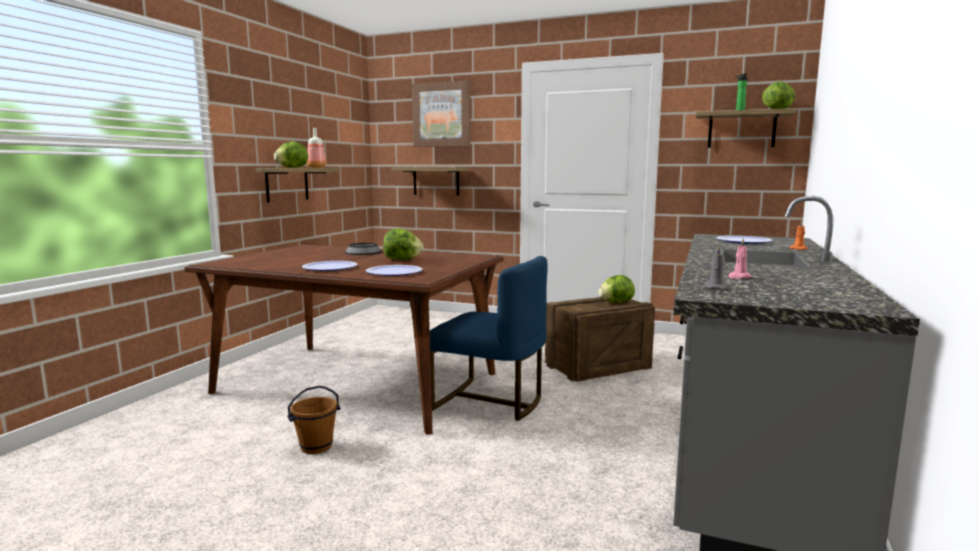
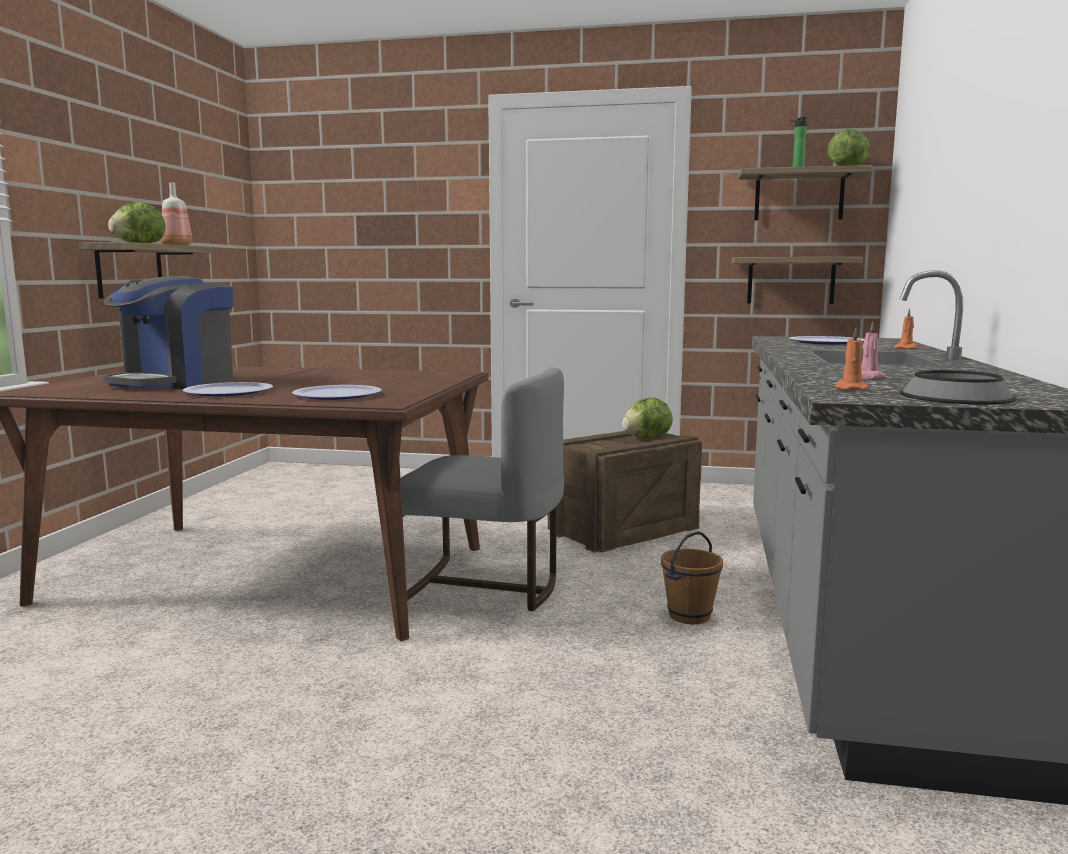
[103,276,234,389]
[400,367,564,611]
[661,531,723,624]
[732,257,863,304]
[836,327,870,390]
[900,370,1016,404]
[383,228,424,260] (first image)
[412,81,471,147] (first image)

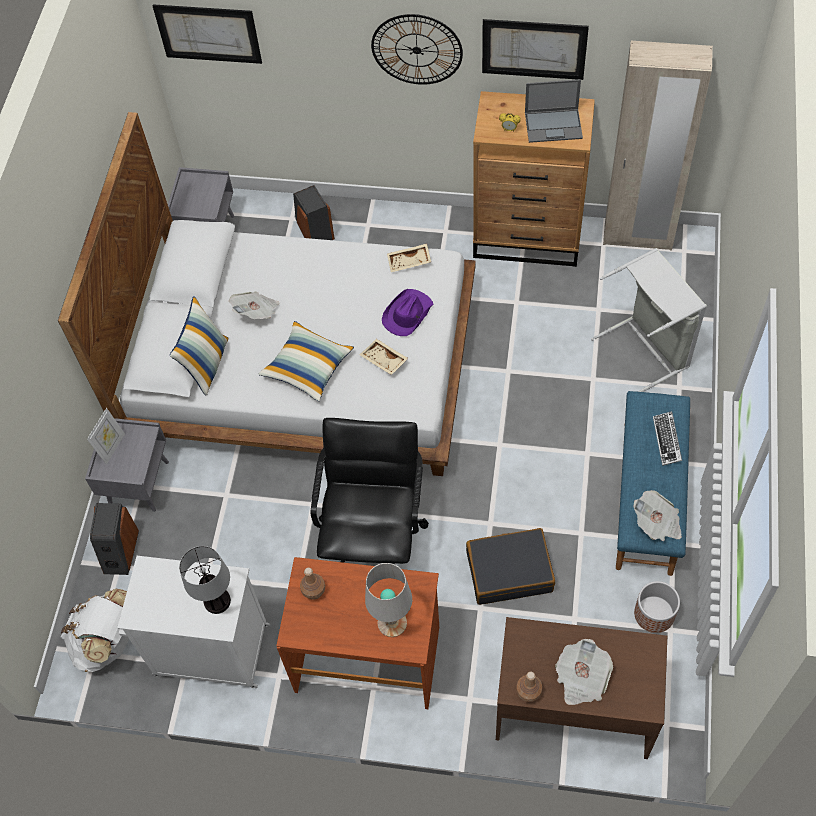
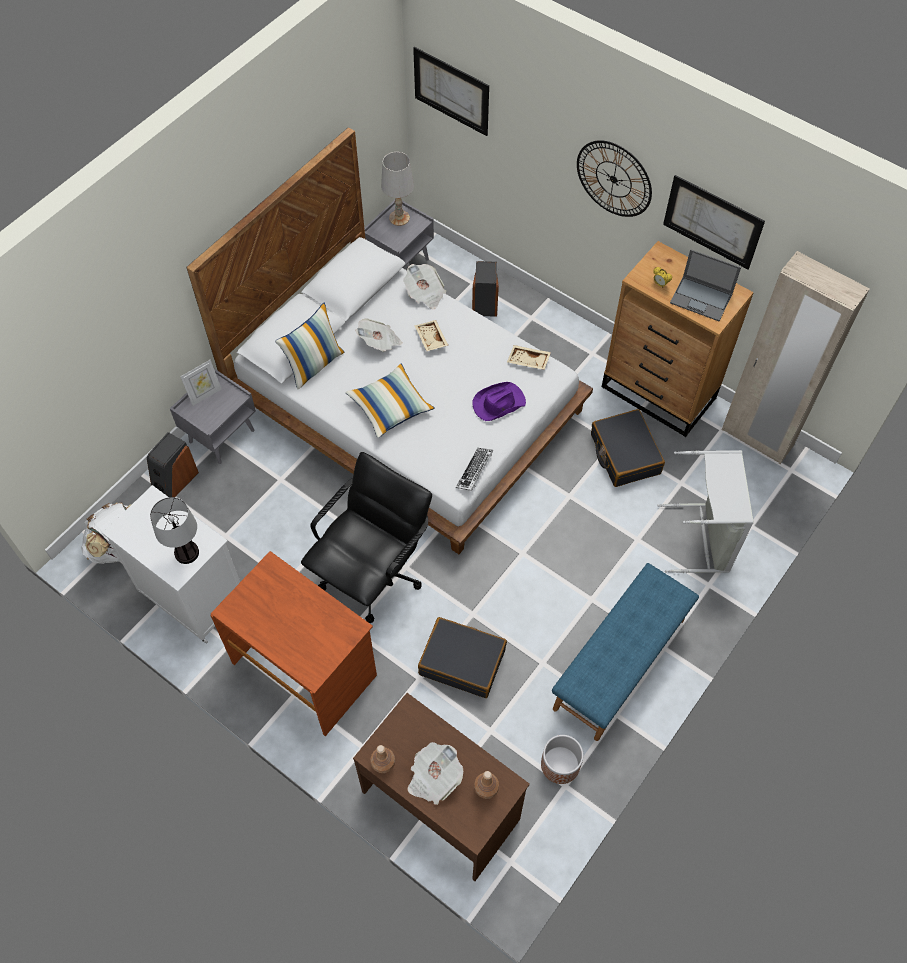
[381,152,414,226]
[403,264,446,309]
[414,320,448,351]
[456,447,493,491]
[474,771,499,799]
[591,409,665,487]

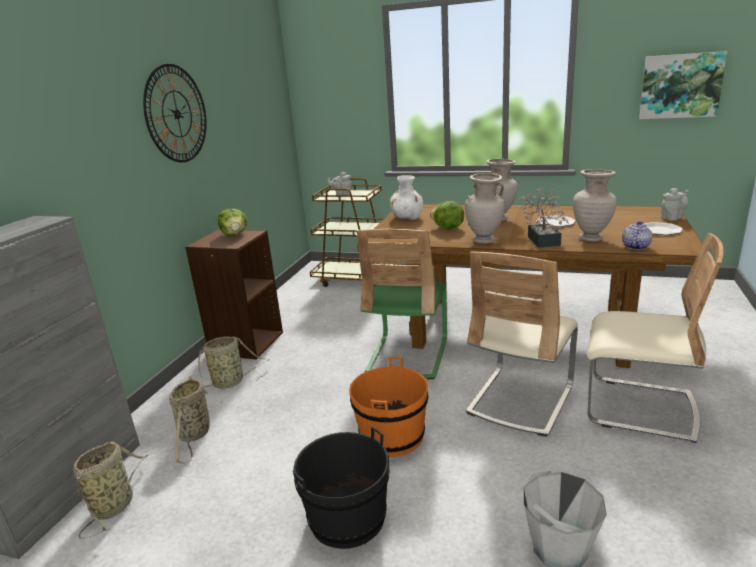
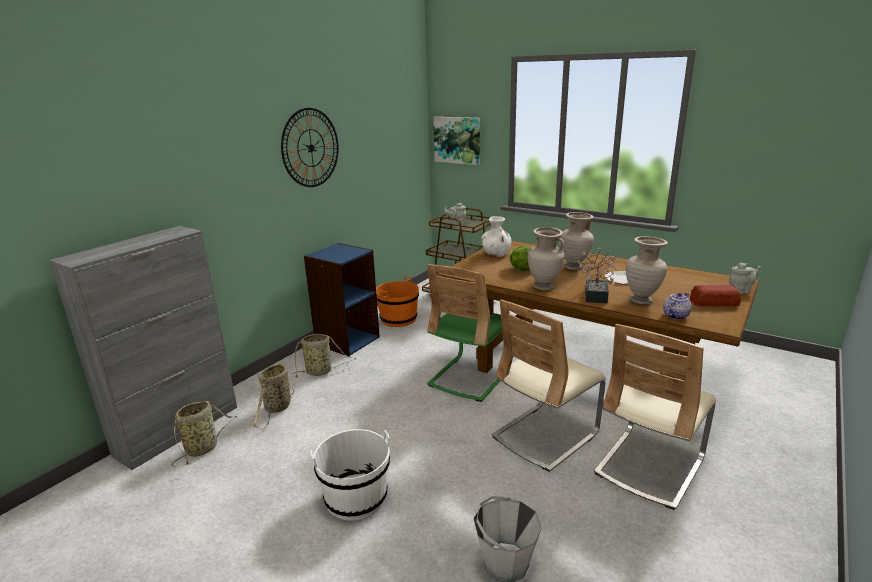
[304,243,380,356]
[310,429,390,521]
[376,276,419,327]
[433,117,480,165]
[594,324,716,510]
[690,285,741,306]
[218,209,247,236] (first image)

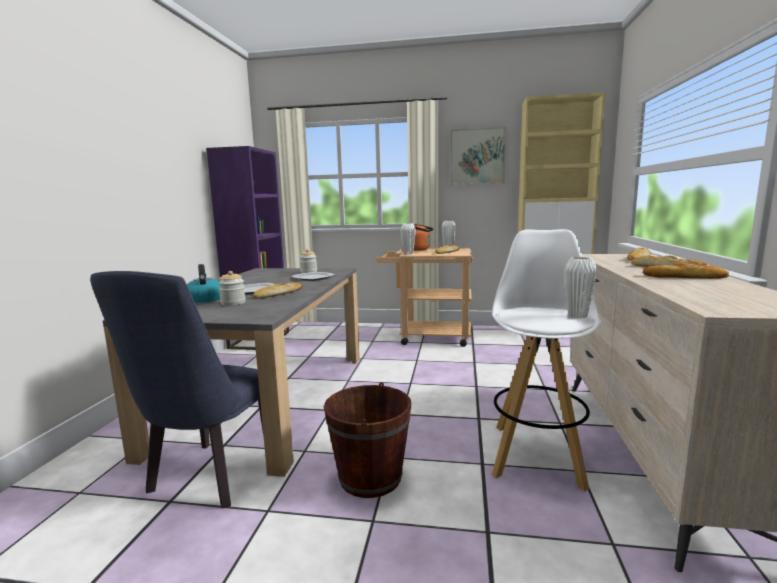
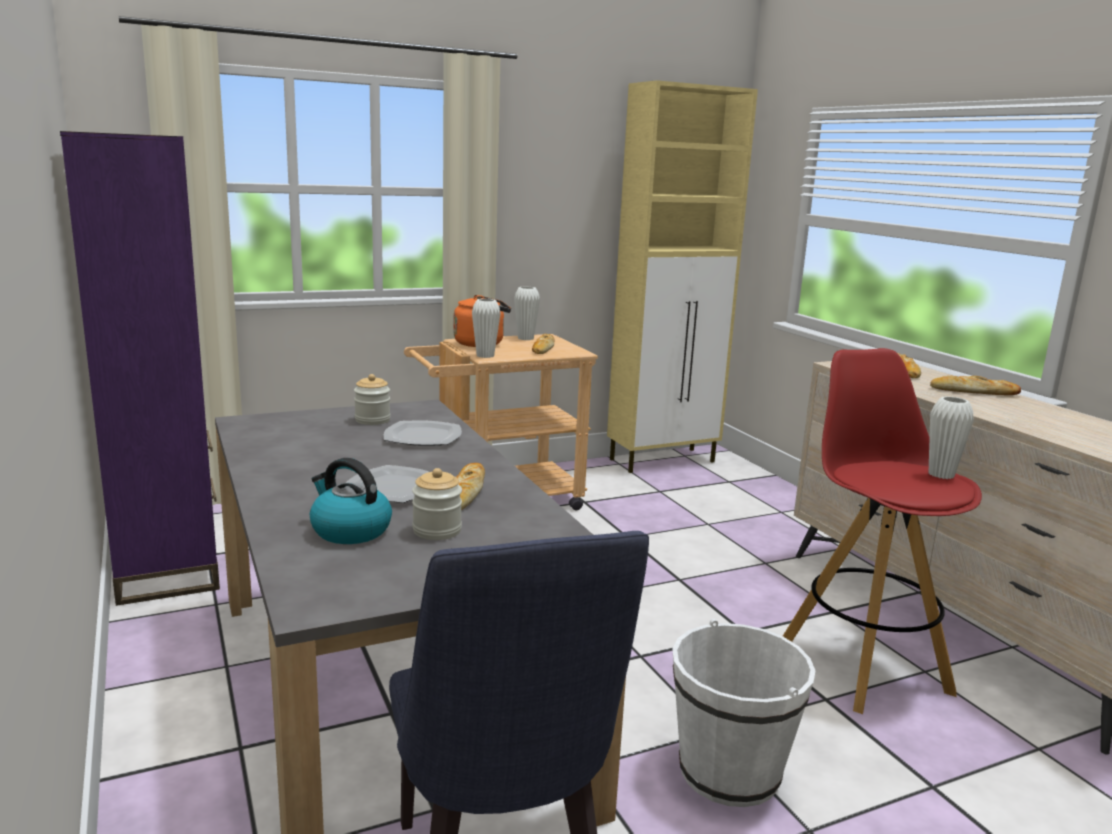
[672,619,815,807]
[783,348,982,714]
[450,127,506,185] (first image)
[643,263,729,279] (first image)

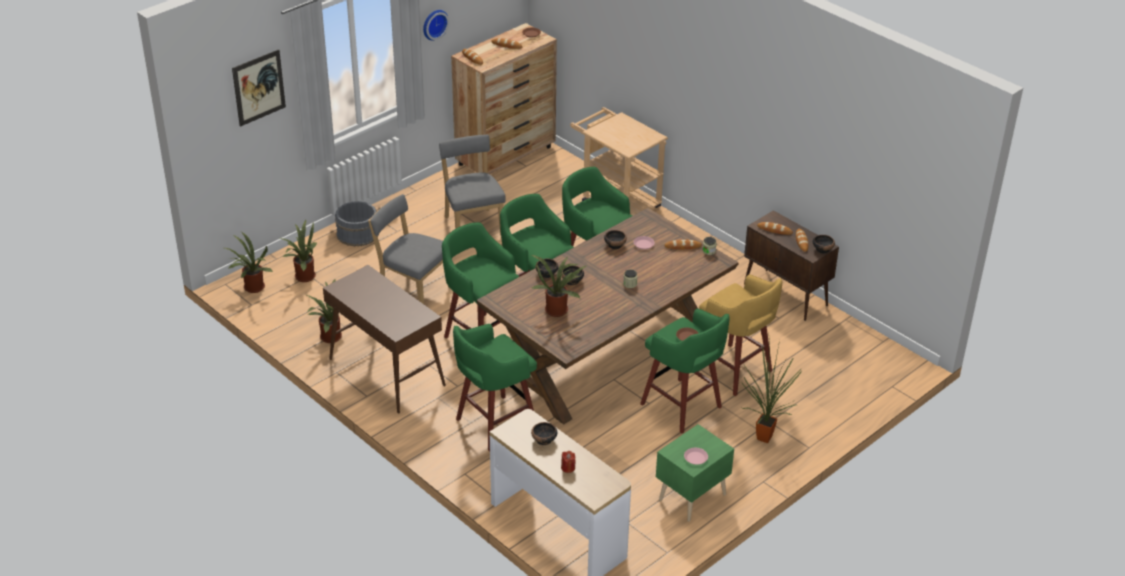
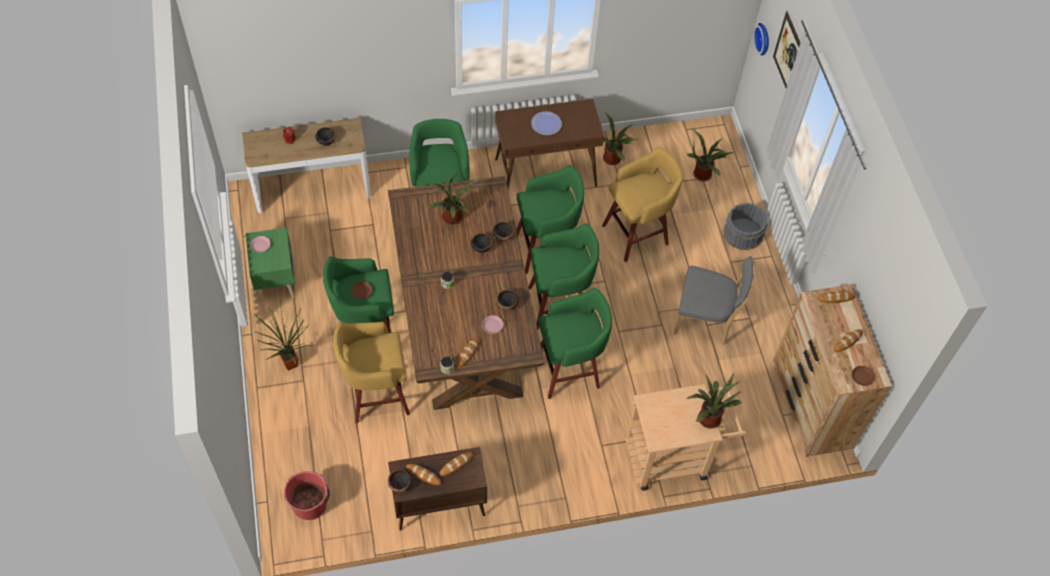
[284,471,330,520]
[531,111,562,135]
[602,147,683,262]
[686,373,742,429]
[753,23,769,56]

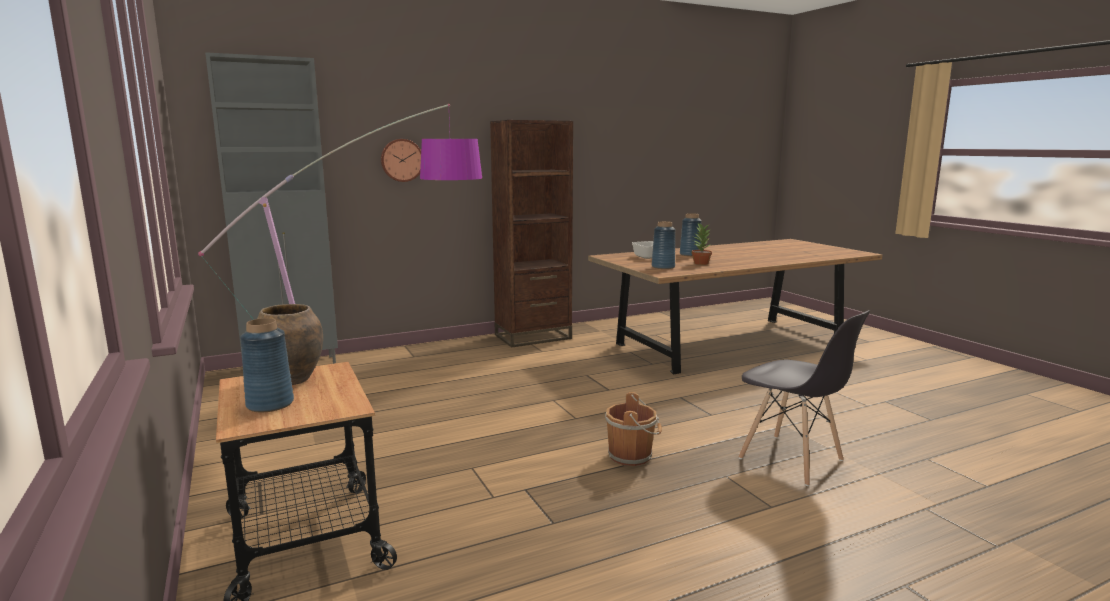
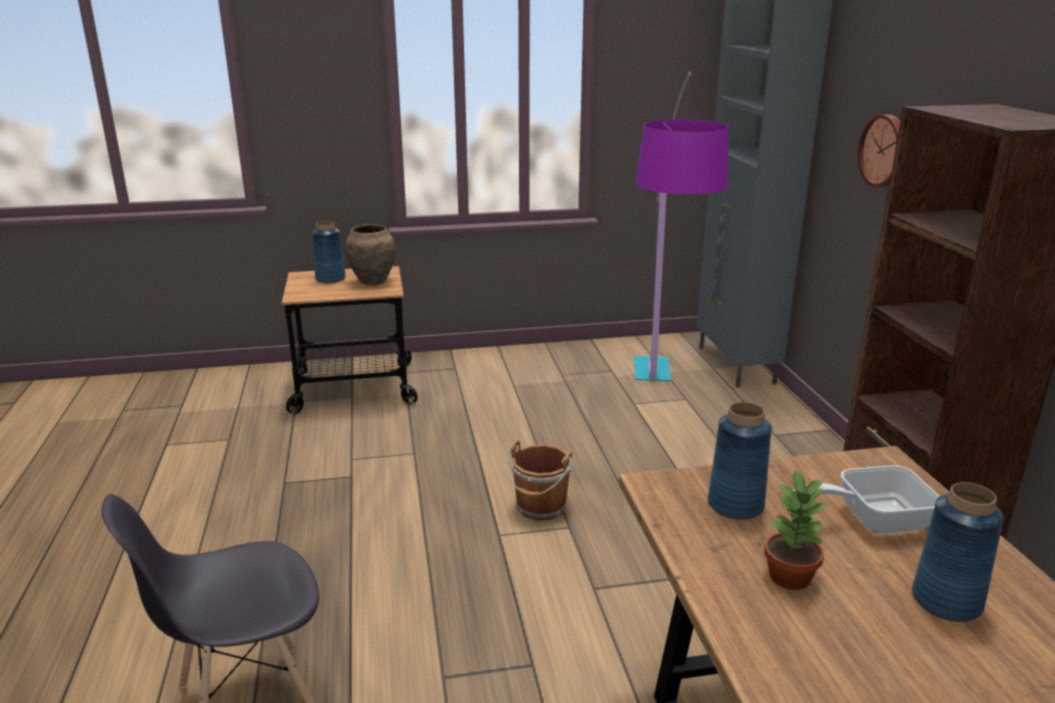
[507,440,573,520]

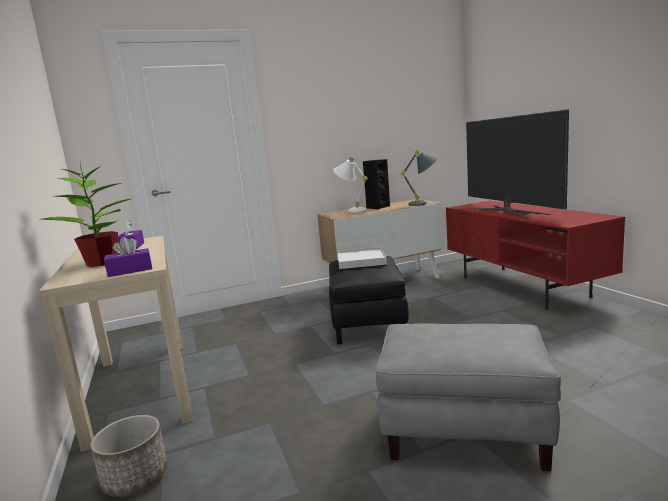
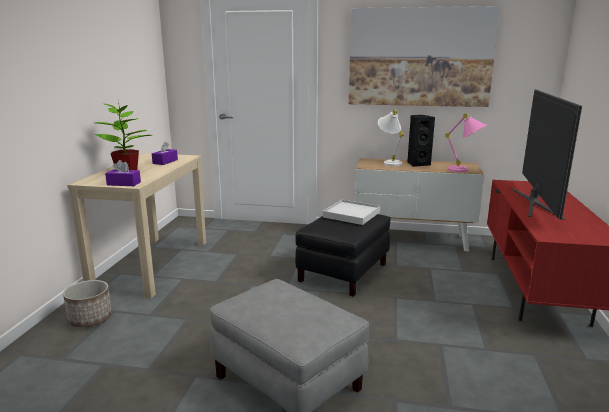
[349,6,500,107]
[445,113,487,172]

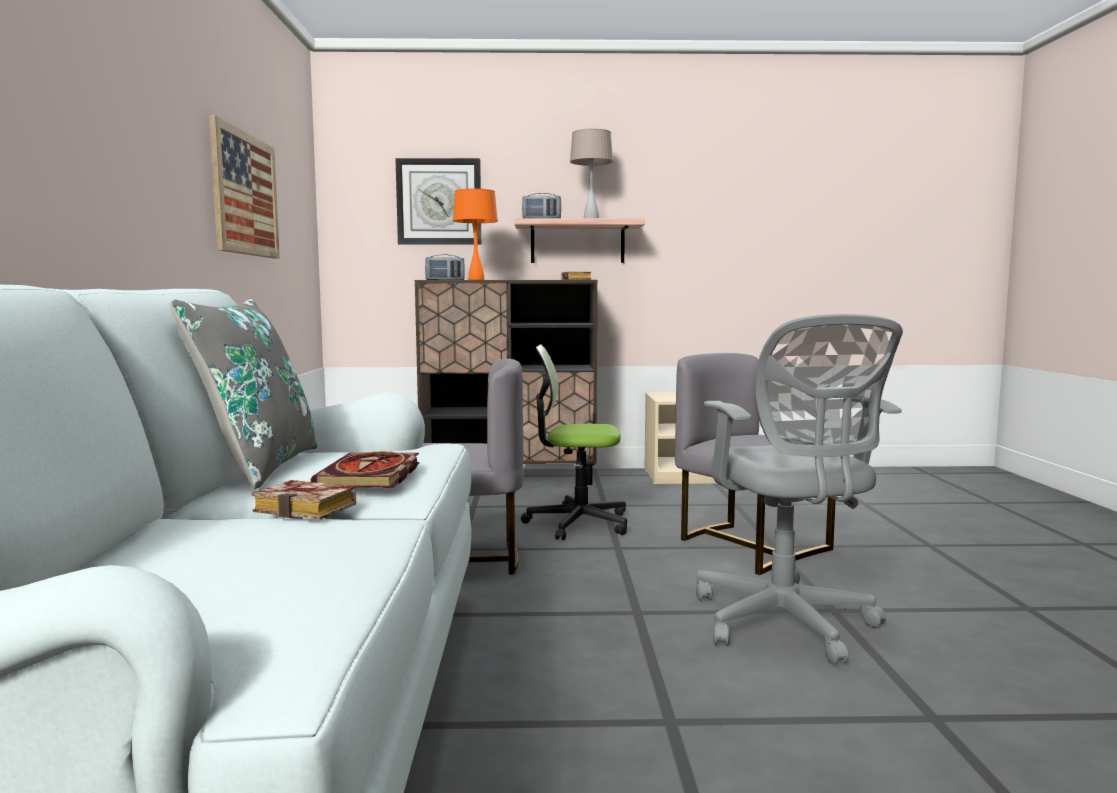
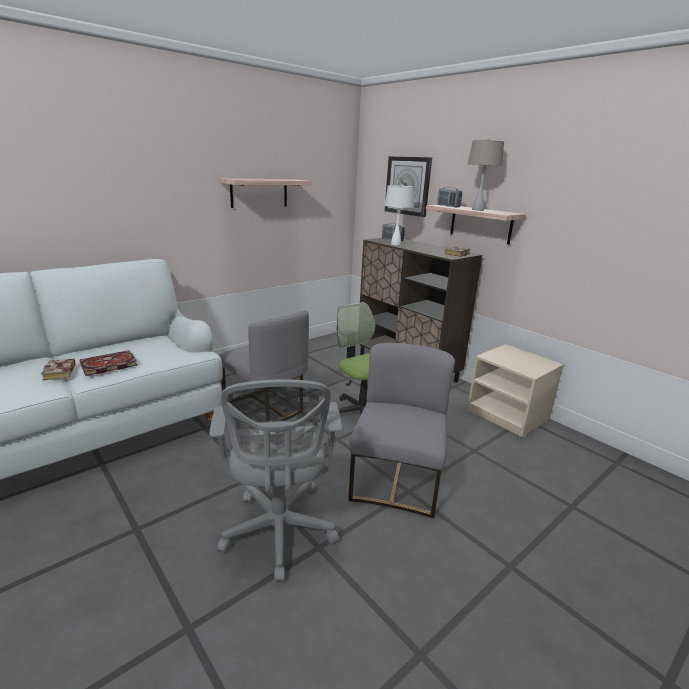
[209,379,342,582]
[220,178,311,208]
[385,185,414,245]
[170,299,317,489] (first image)

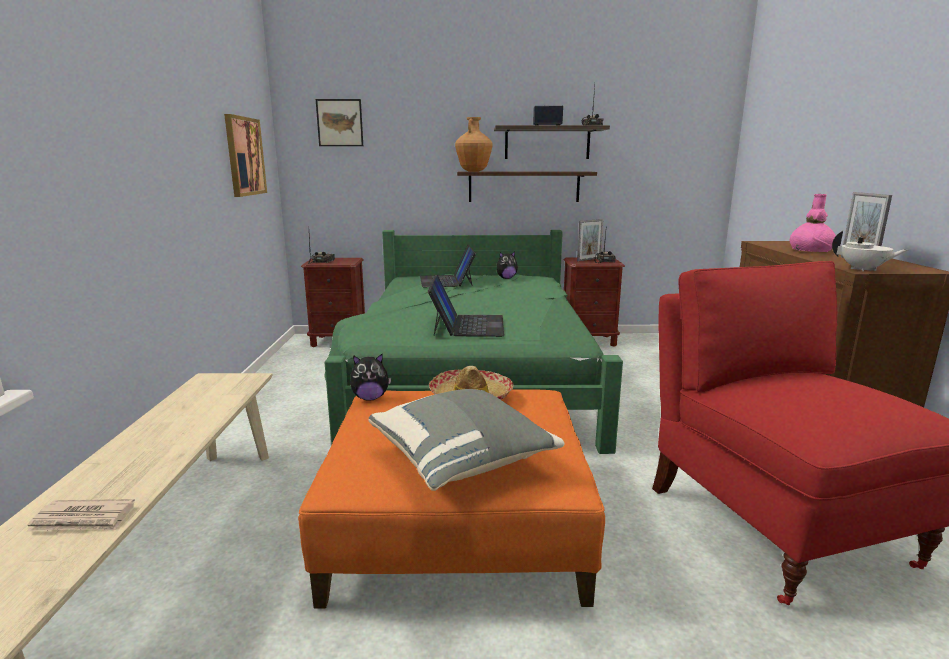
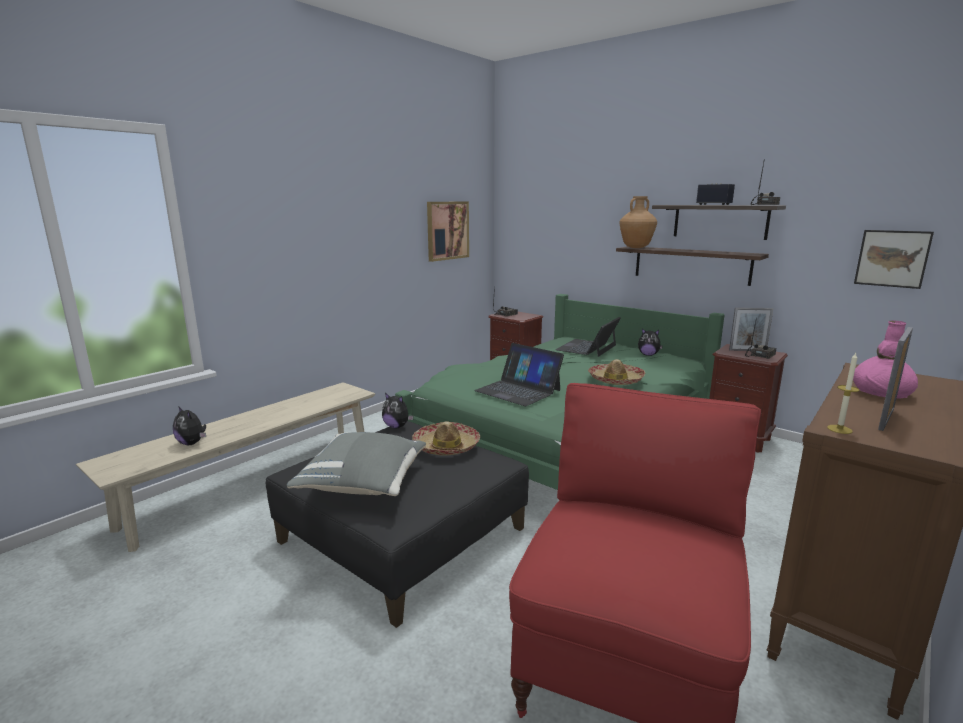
[173,406,206,445]
[265,421,529,628]
[474,343,564,406]
[588,359,645,385]
[827,353,860,434]
[854,230,934,289]

